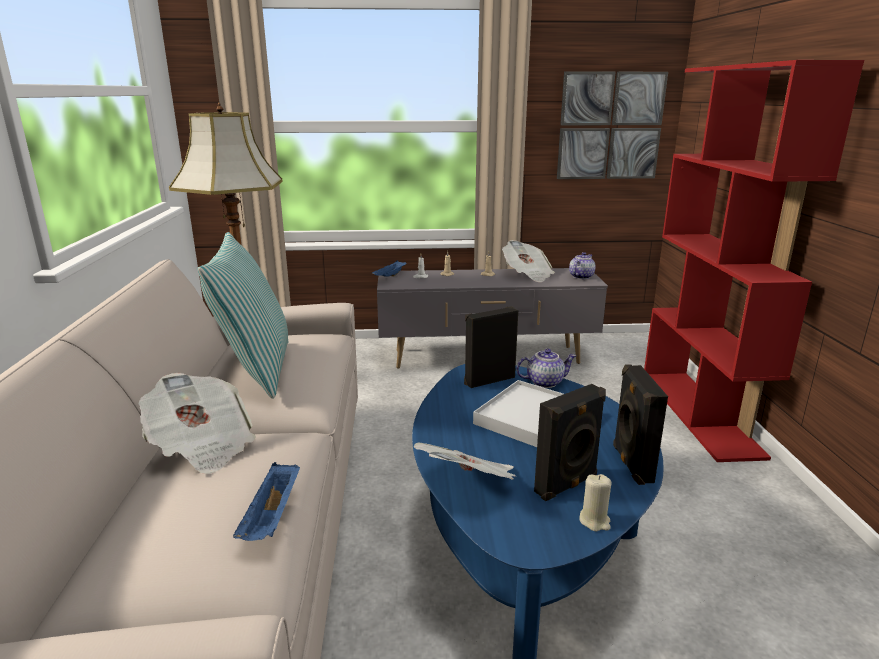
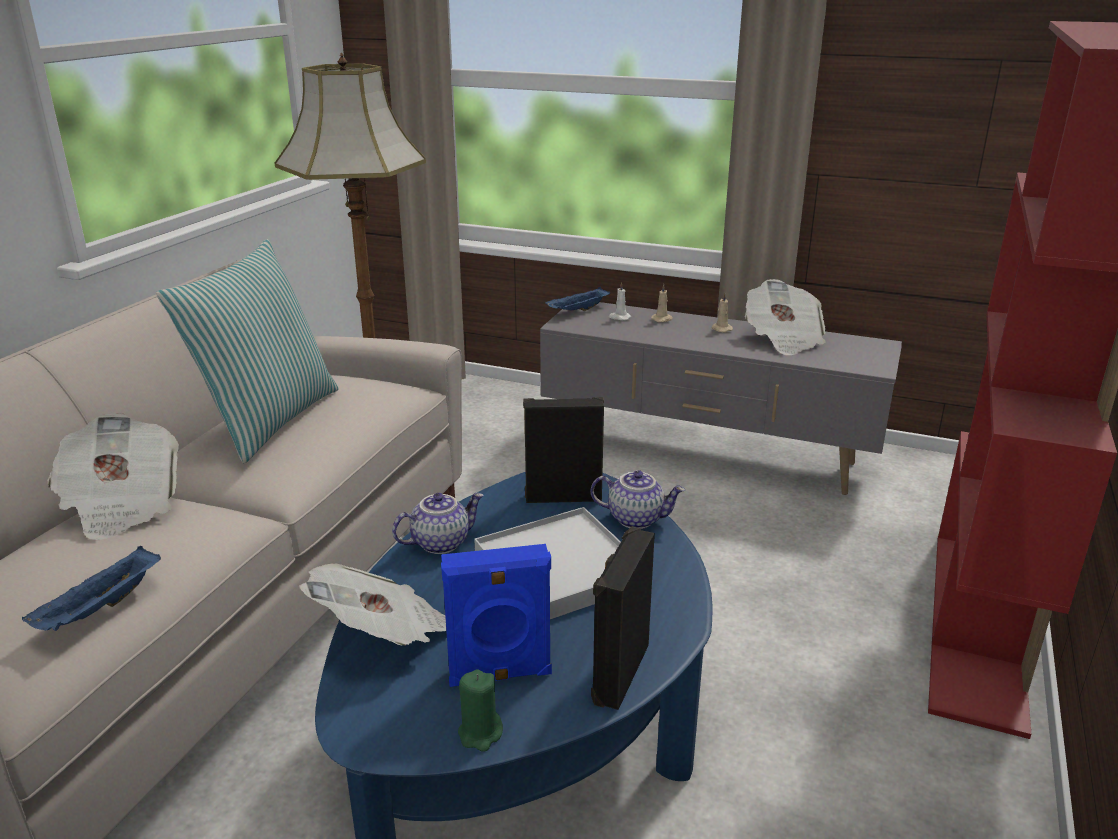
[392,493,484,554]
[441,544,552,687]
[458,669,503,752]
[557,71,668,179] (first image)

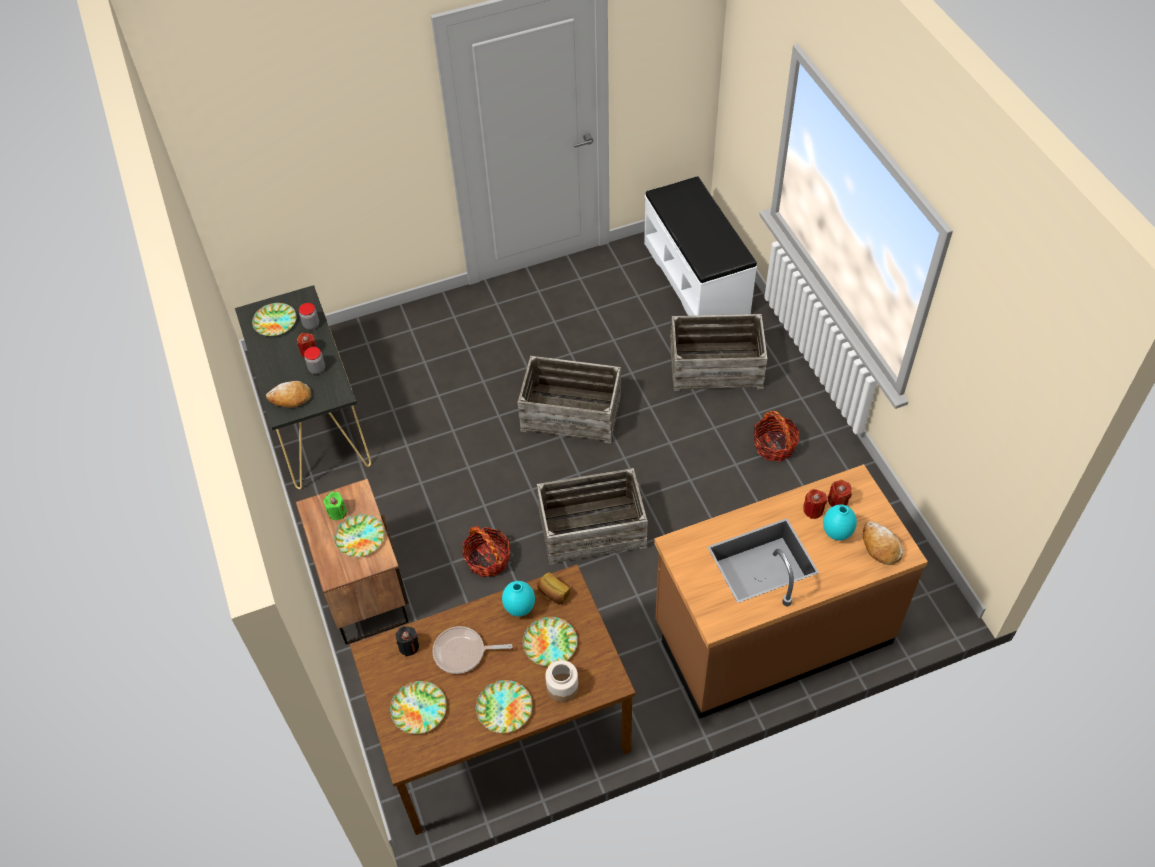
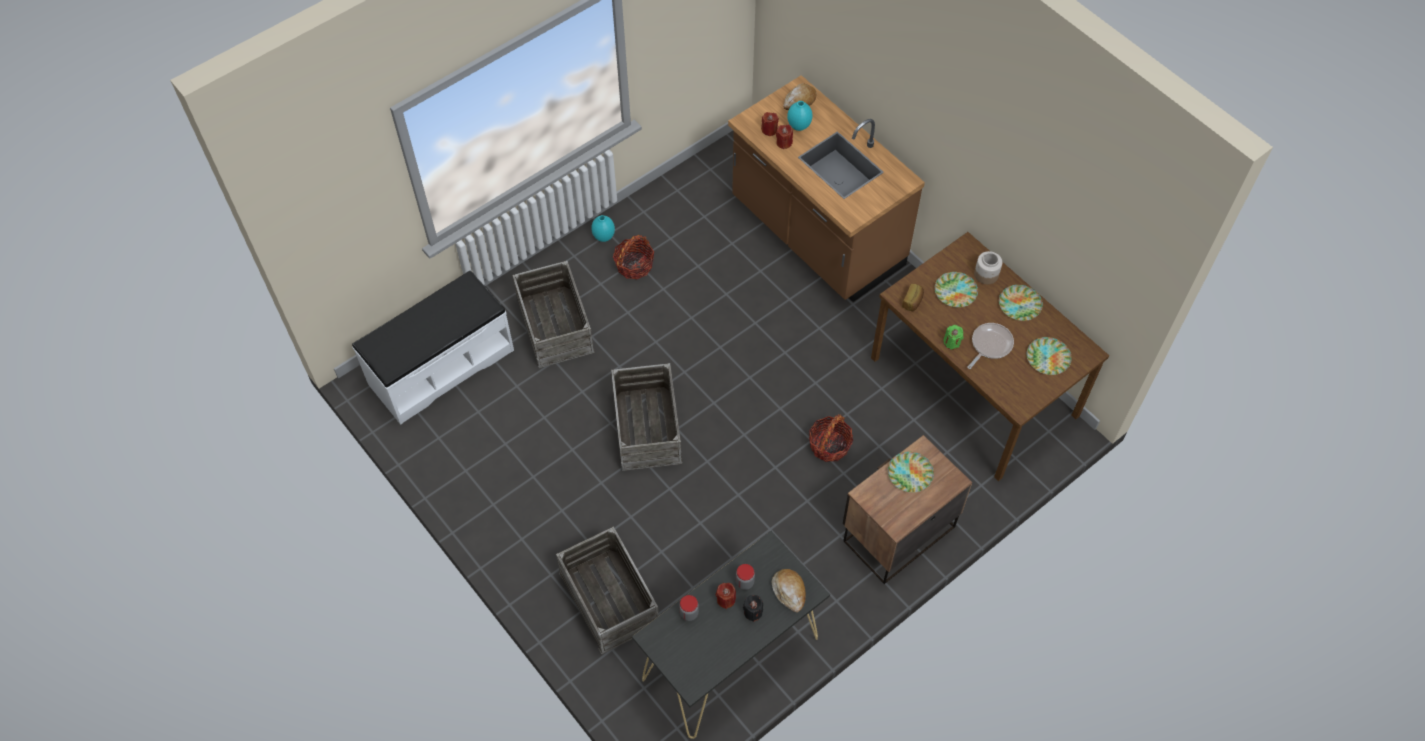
[556,526,659,655]
[591,215,615,242]
[743,595,763,622]
[944,325,963,350]
[967,323,1014,369]
[252,303,297,336] (first image)

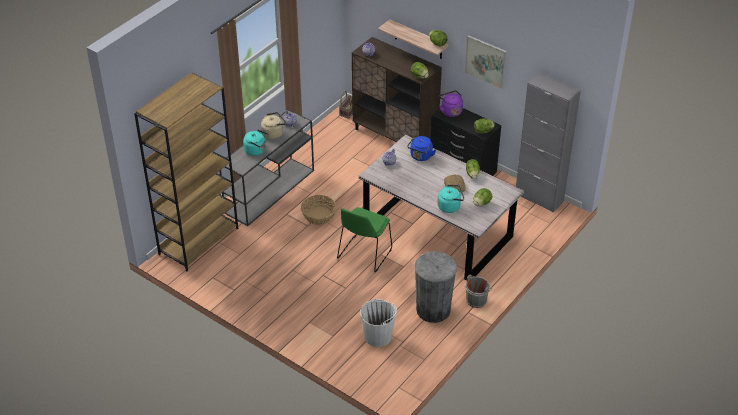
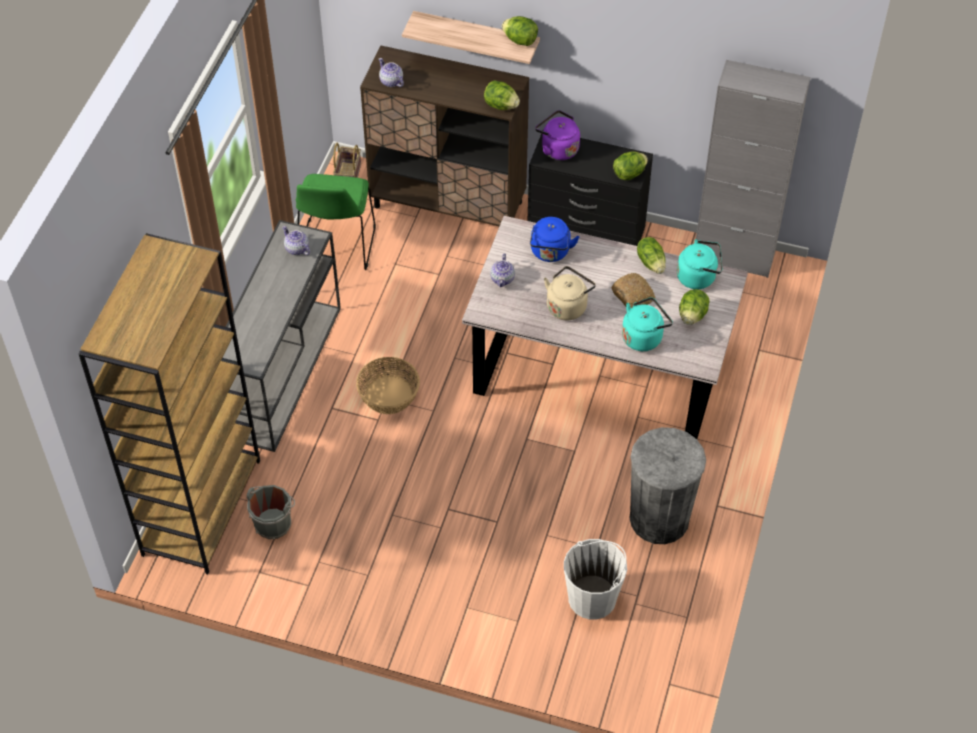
[247,485,295,540]
[296,174,376,270]
[544,266,596,320]
[677,239,722,289]
[465,35,507,89] (first image)

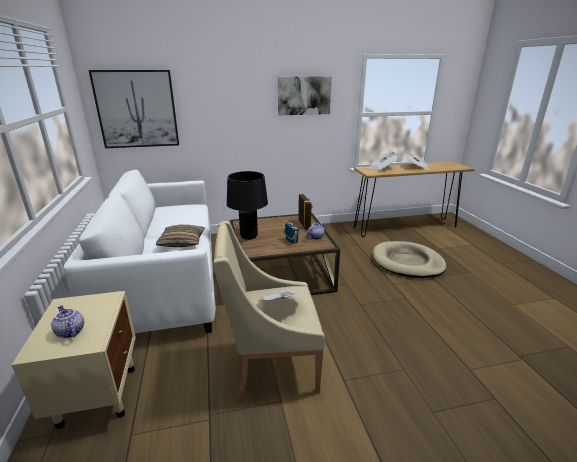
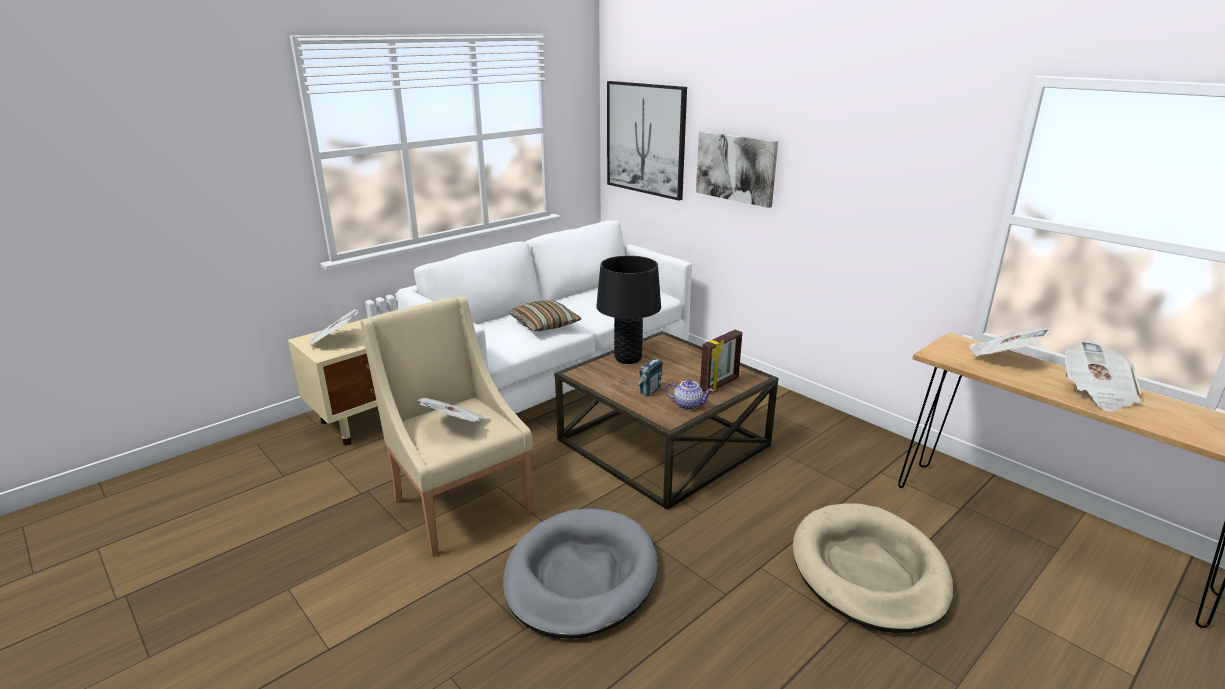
[309,309,359,346]
[503,508,658,639]
[696,131,778,208]

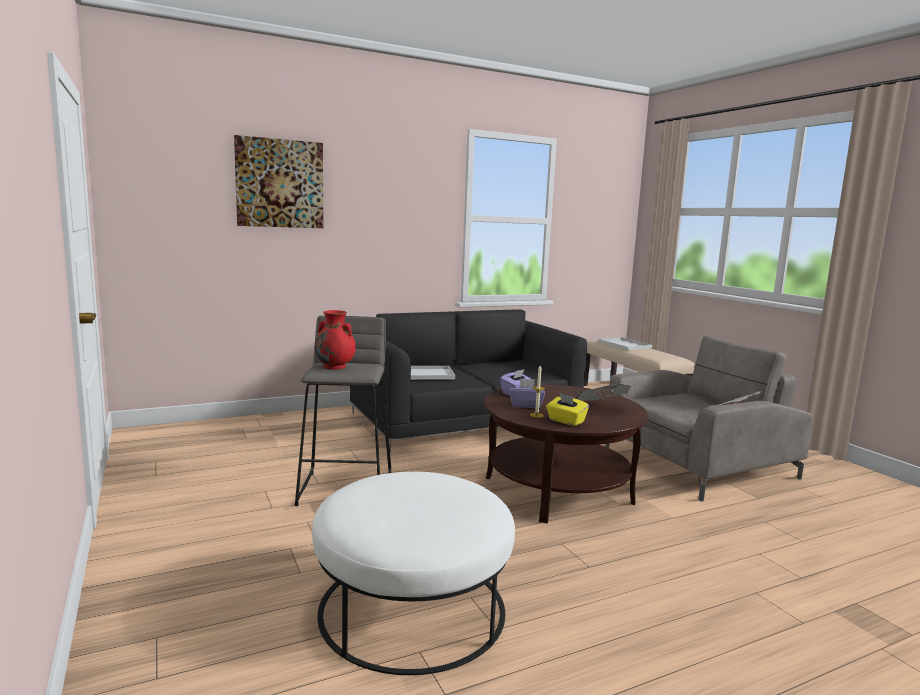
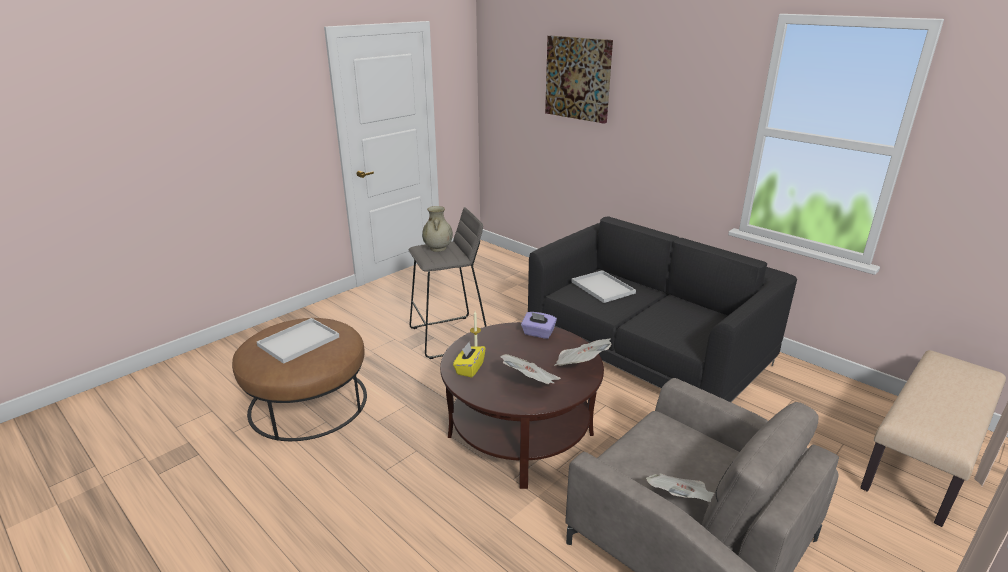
[232,318,367,441]
[257,318,339,364]
[422,206,453,252]
[554,339,611,366]
[510,379,545,408] (first image)

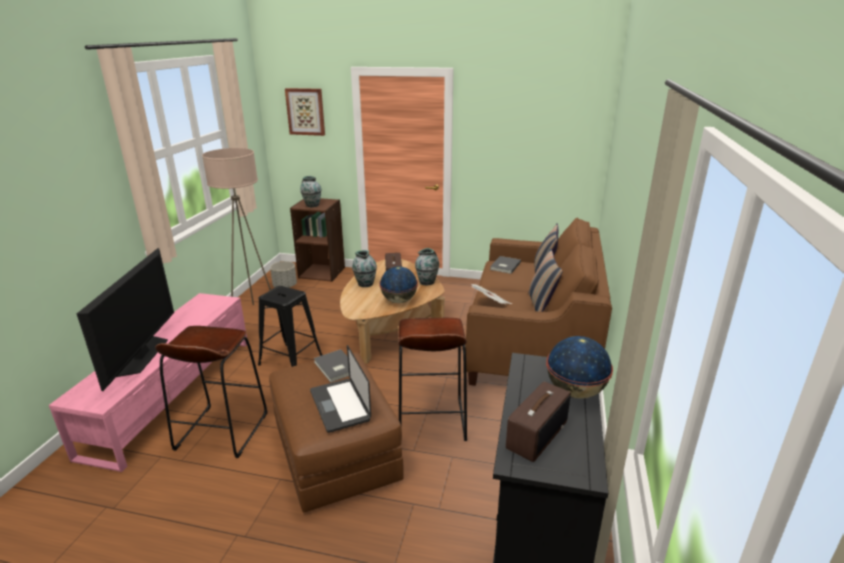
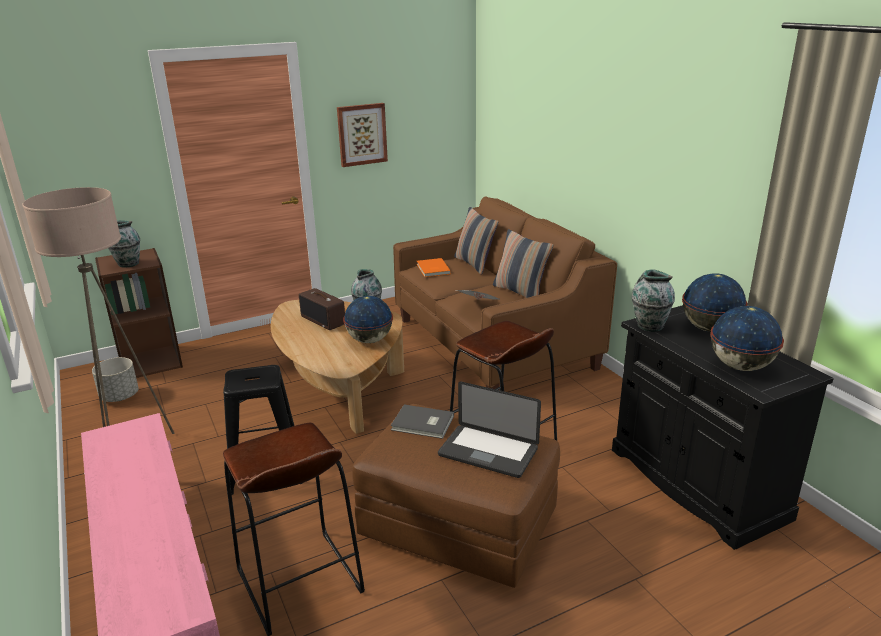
[337,103,388,167]
[417,258,451,277]
[632,269,675,332]
[710,306,784,371]
[77,248,174,391] (first image)

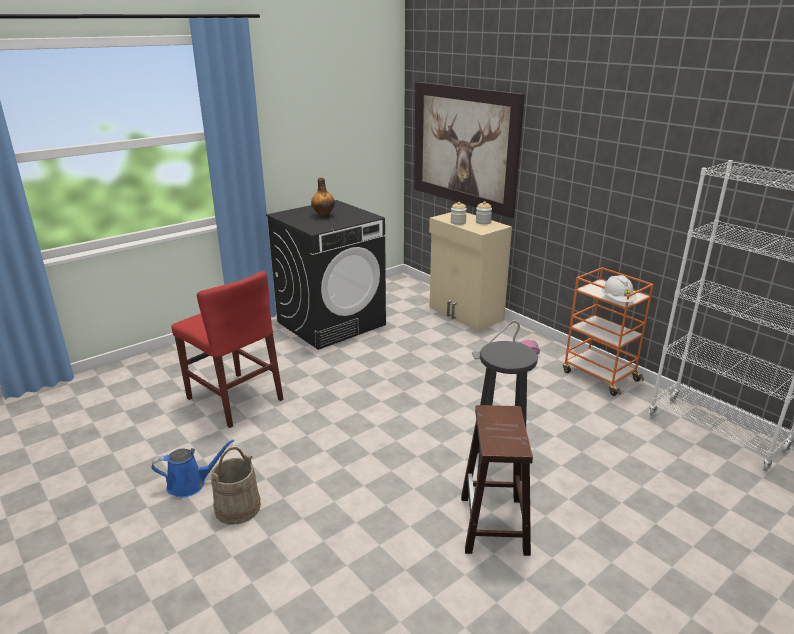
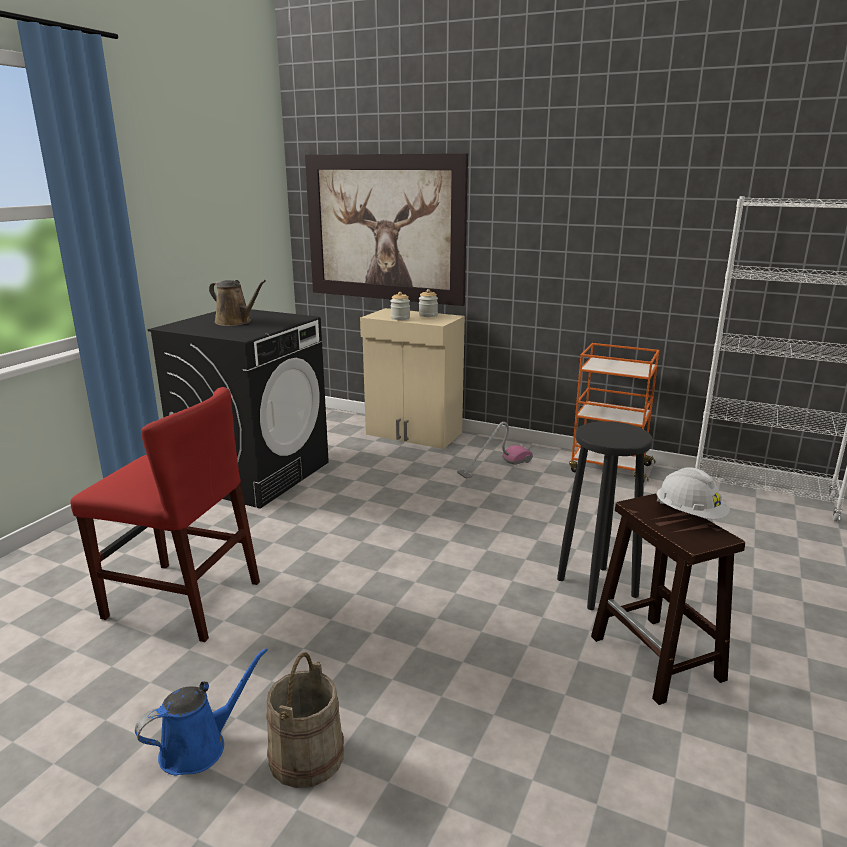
[209,280,266,326]
[656,467,730,519]

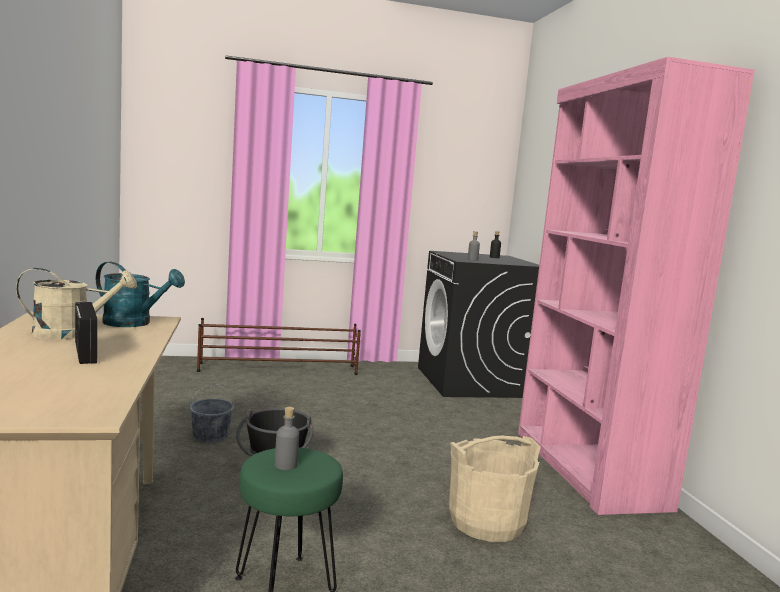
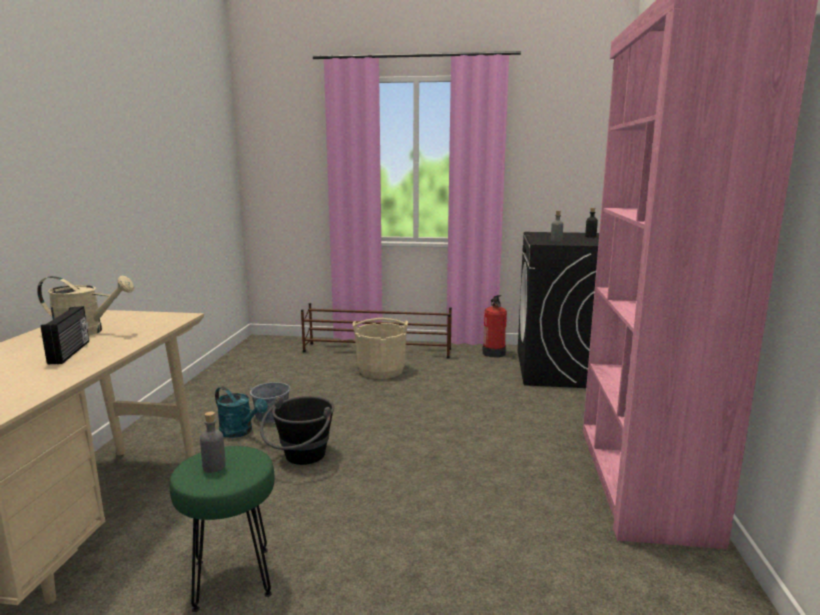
[215,386,268,438]
[352,318,408,379]
[482,295,507,358]

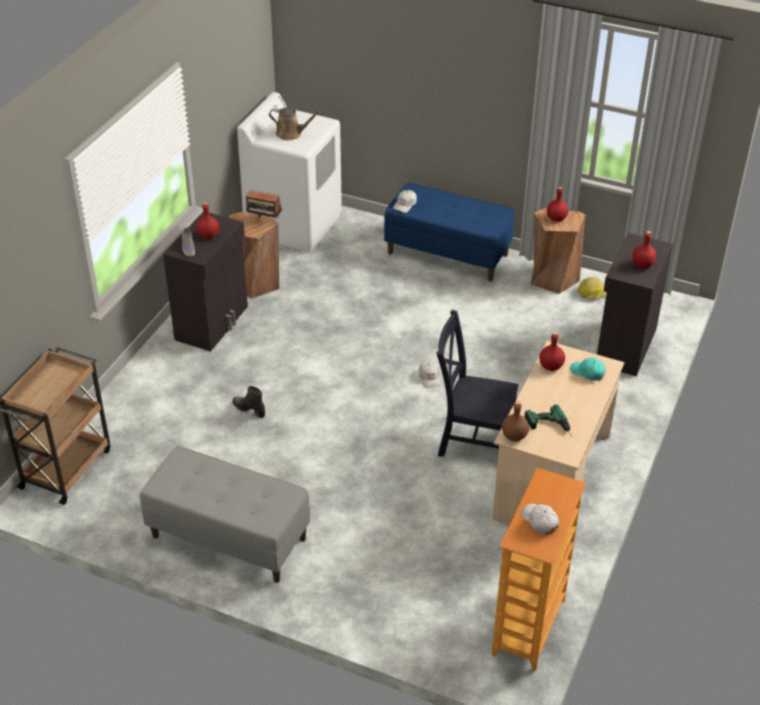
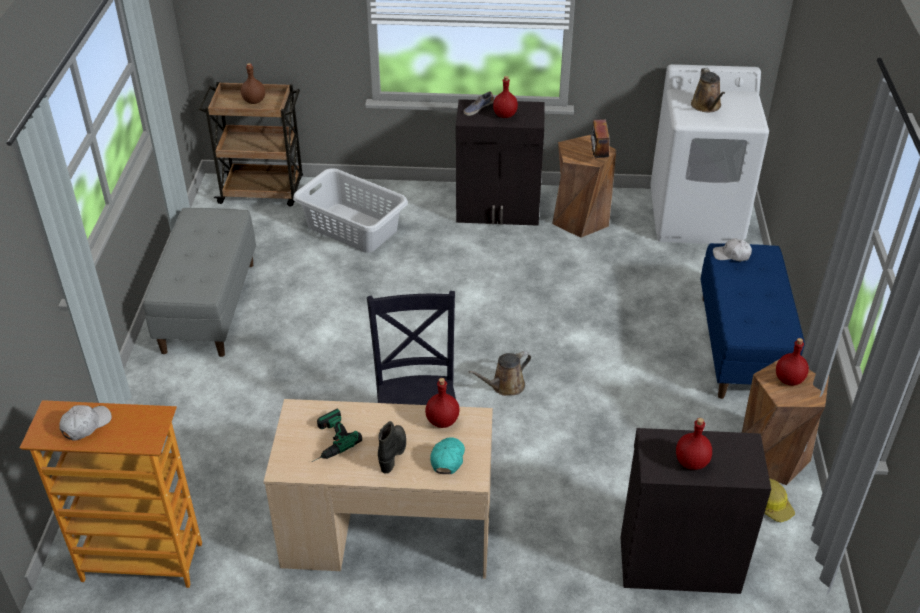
[241,63,265,104]
[293,168,408,253]
[378,421,406,474]
[468,351,531,396]

